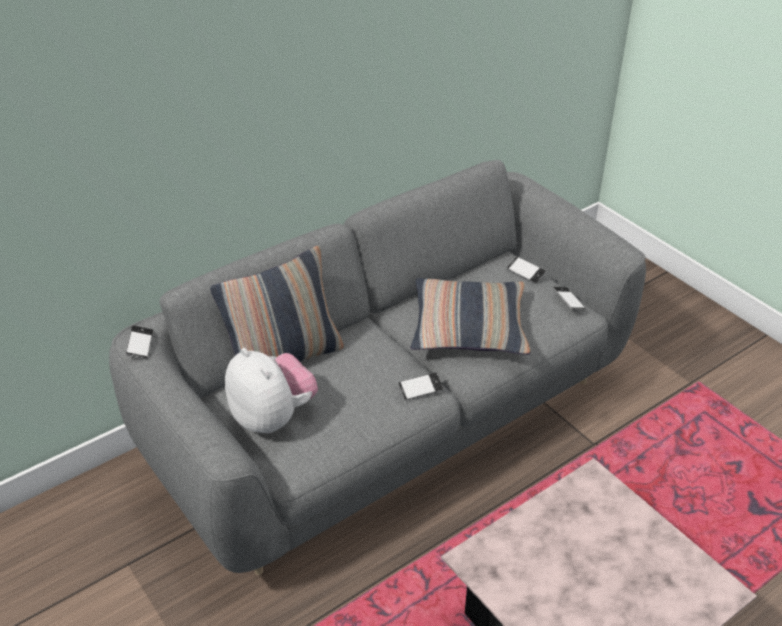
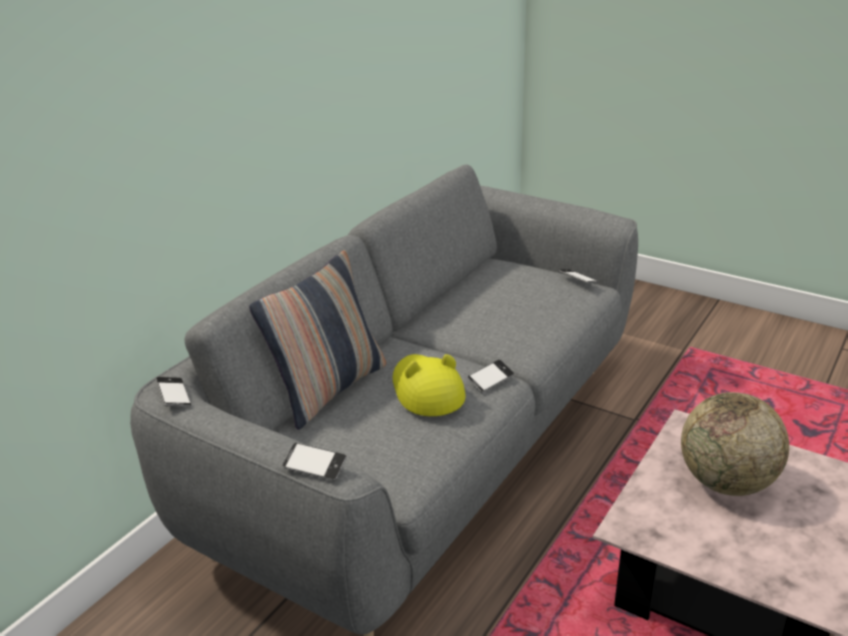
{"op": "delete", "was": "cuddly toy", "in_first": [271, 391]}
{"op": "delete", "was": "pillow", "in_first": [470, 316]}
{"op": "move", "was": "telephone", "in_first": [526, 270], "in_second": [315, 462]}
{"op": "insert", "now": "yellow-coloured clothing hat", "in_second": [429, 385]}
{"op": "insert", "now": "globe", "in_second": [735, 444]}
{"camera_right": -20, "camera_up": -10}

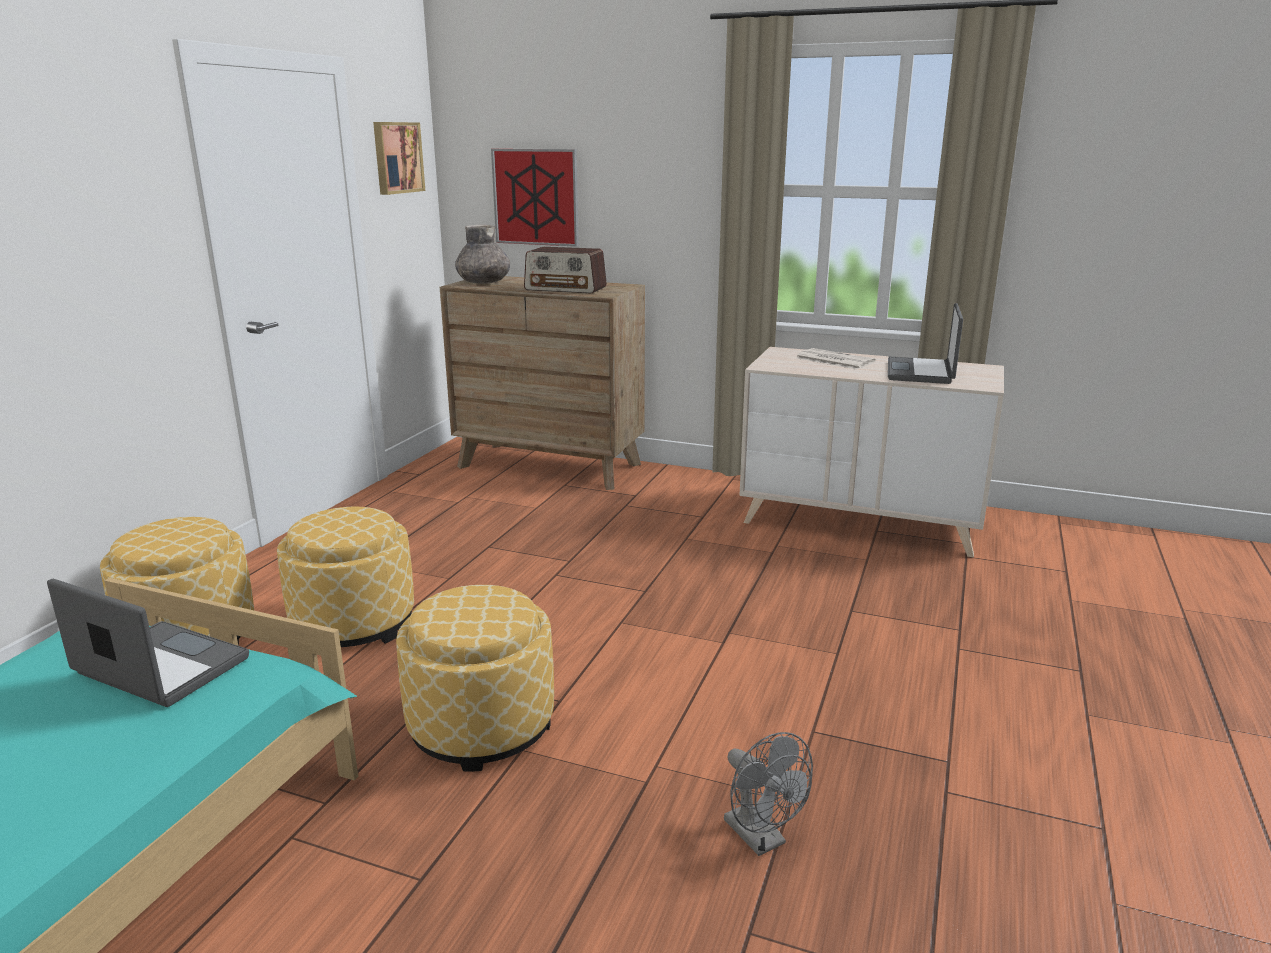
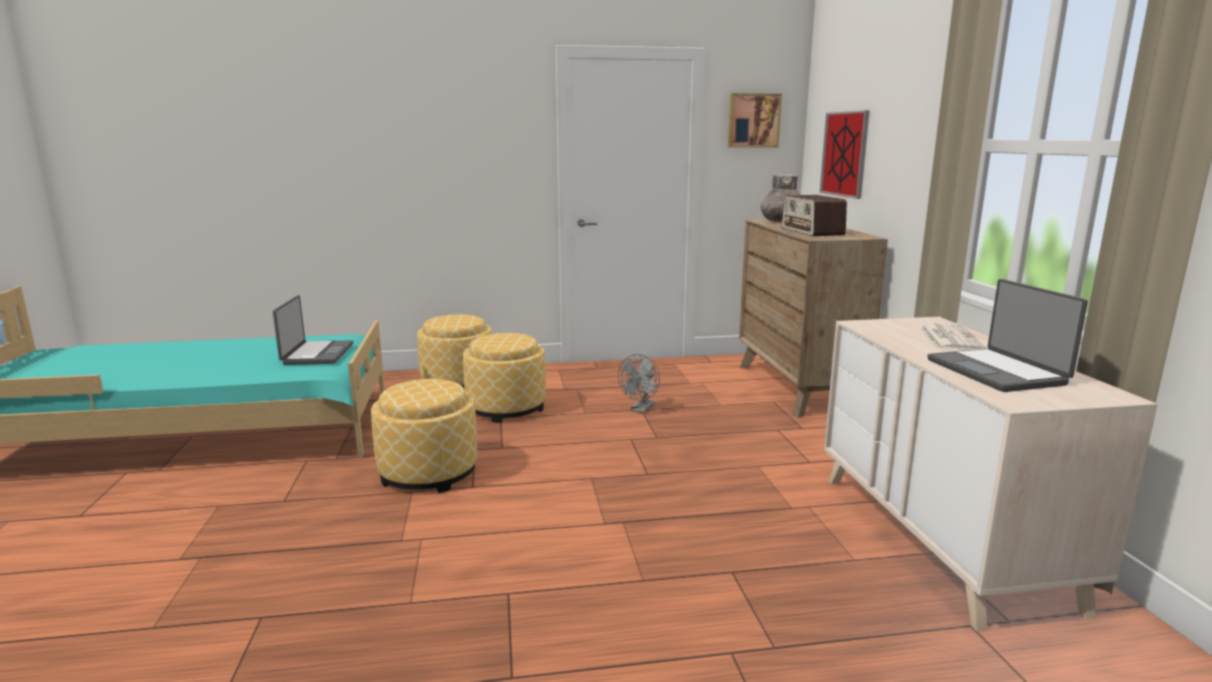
{"op": "move", "was": "greyish electric fan", "in_first": [768, 794], "in_second": [639, 383]}
{"op": "rotate", "was": "notebook computer", "in_first": [925, 343], "in_second": [1008, 335], "clockwise": -90}
{"camera_right": 60, "camera_up": -5}

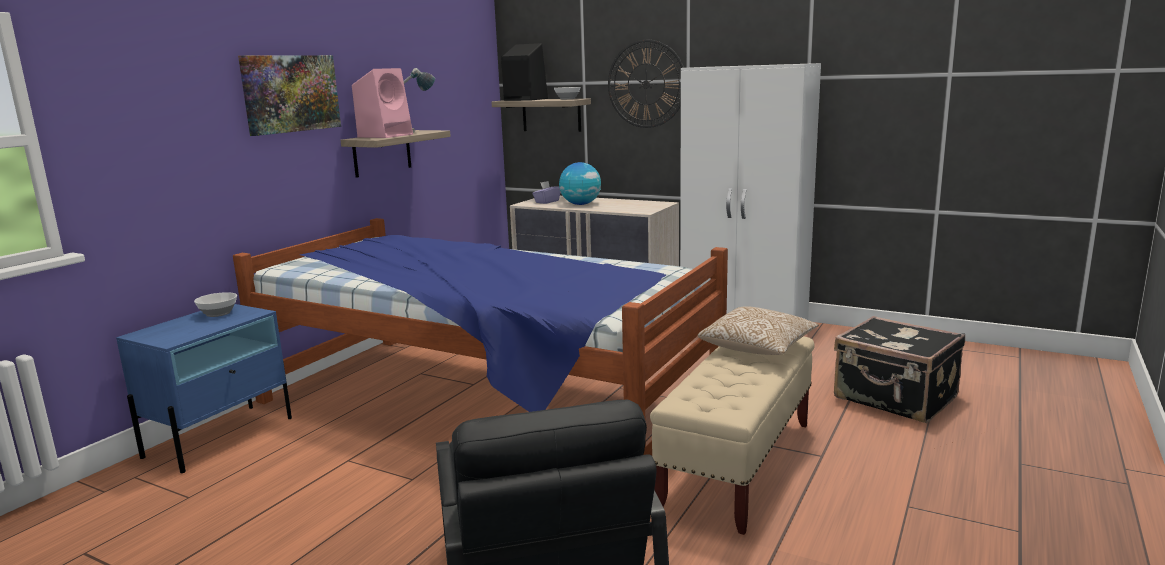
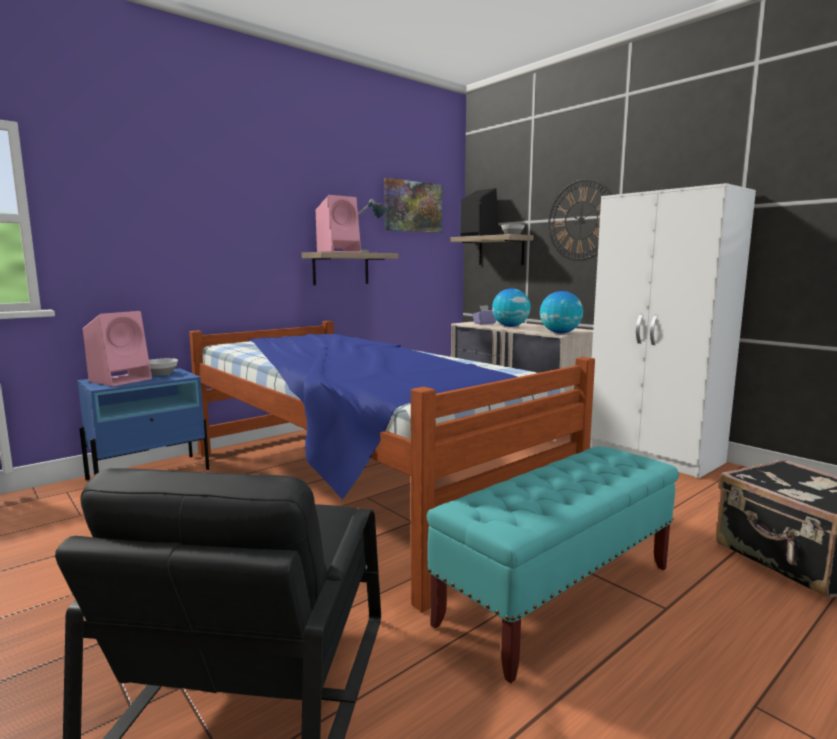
{"op": "move", "was": "picture", "in_first": [289, 95], "in_second": [413, 205]}
{"op": "recolor", "was": "beige-coloured indoor bench", "now": "turquoise indoor bench", "in_first": [732, 435], "in_second": [553, 564]}
{"op": "delete", "was": "pillow", "in_first": [758, 330]}
{"op": "insert", "now": "pink-coloured audio speaker", "in_second": [117, 348]}
{"op": "insert", "now": "globe", "in_second": [561, 312]}
{"camera_right": 20, "camera_up": -5}

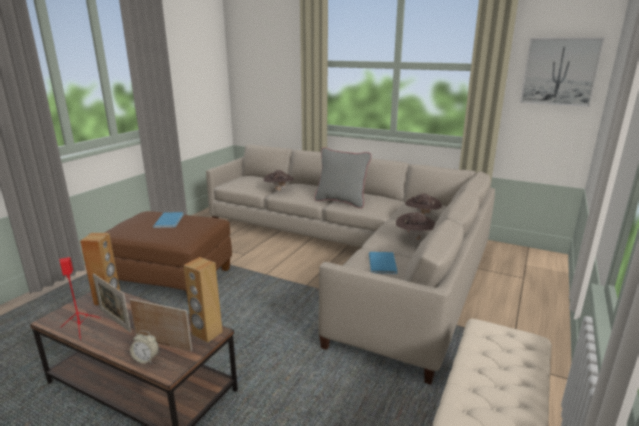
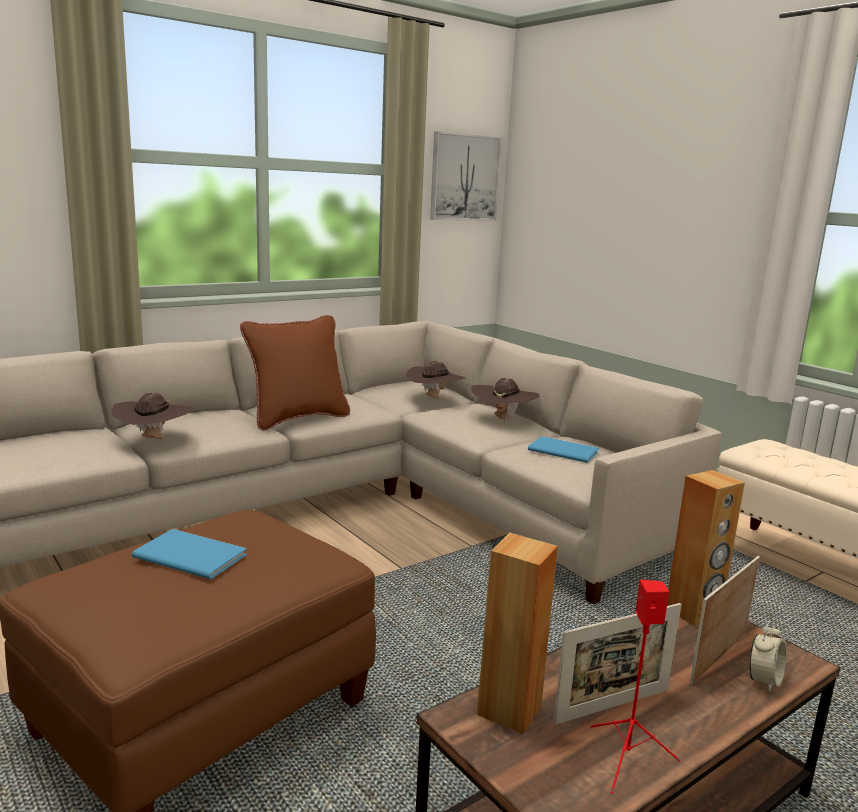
{"op": "recolor", "was": "greyish pillow", "now": "brown pillow", "in_first": [343, 177], "in_second": [295, 373]}
{"camera_right": -65, "camera_up": -5}

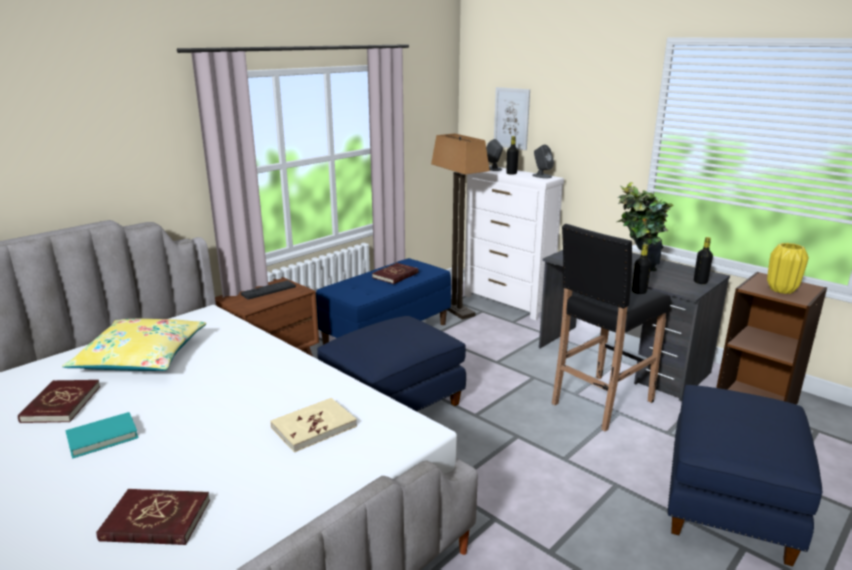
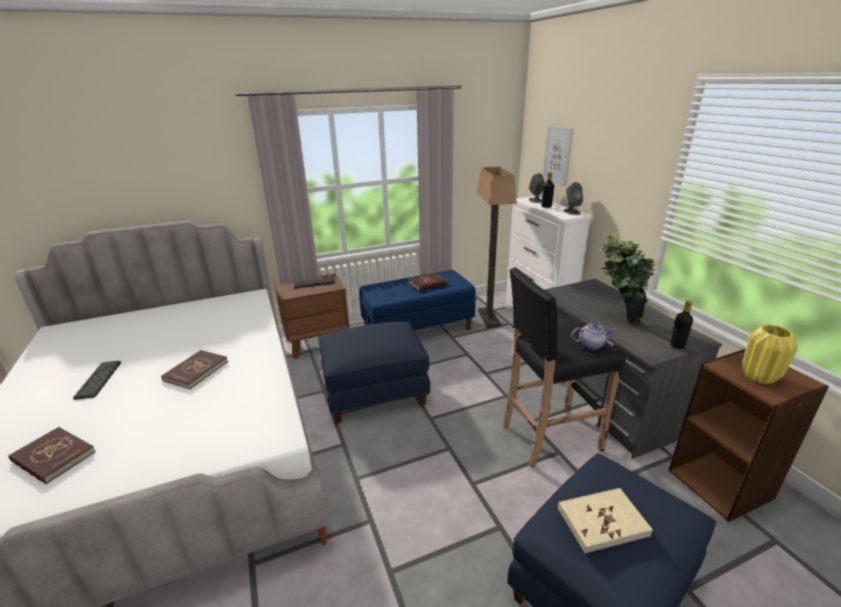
{"op": "move", "was": "reddish volume", "in_first": [59, 401], "in_second": [194, 369]}
{"op": "delete", "was": "yellow-coloured pillow", "in_first": [134, 345]}
{"op": "replace", "was": "turquoise volume", "now": "computer keyboard", "in_first": [102, 435], "in_second": [97, 380]}
{"op": "move", "was": "beige-coloured volume", "in_first": [313, 425], "in_second": [605, 520]}
{"op": "replace", "was": "black-coloured bottle", "now": "pot for tea", "in_first": [641, 269], "in_second": [593, 336]}
{"camera_right": 25, "camera_up": 5}

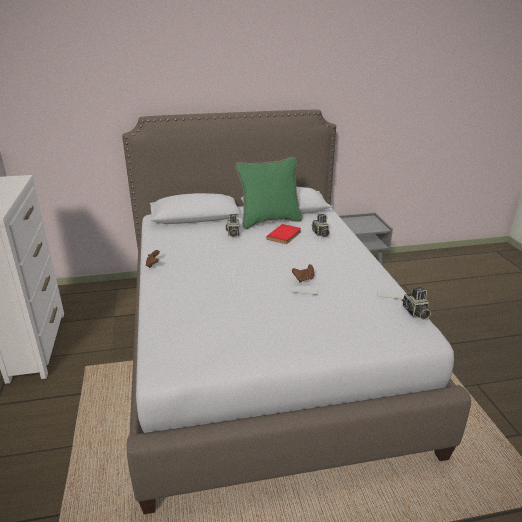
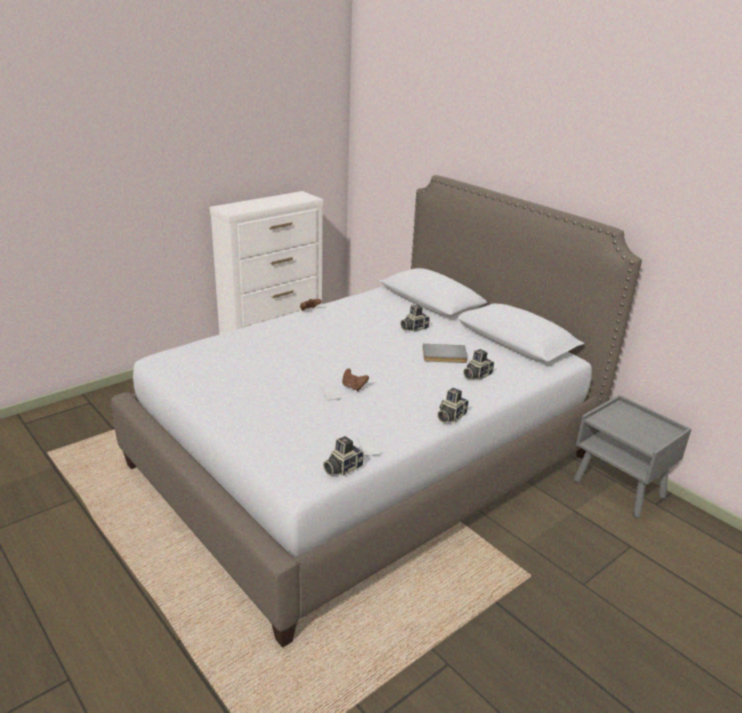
{"op": "delete", "was": "green-coloured pillow", "in_first": [269, 193]}
{"op": "recolor", "was": "reddish volume", "now": "greyish volume", "in_first": [283, 234], "in_second": [445, 353]}
{"op": "insert", "now": "still camera", "in_second": [453, 405]}
{"camera_right": 60, "camera_up": 0}

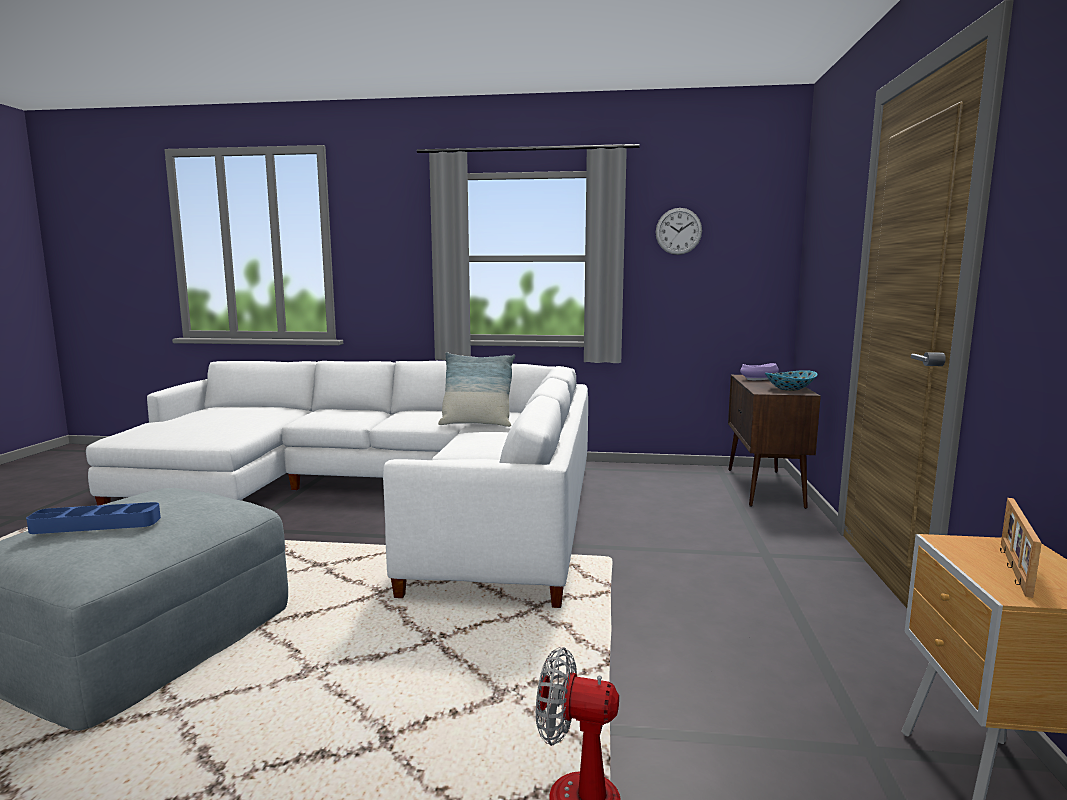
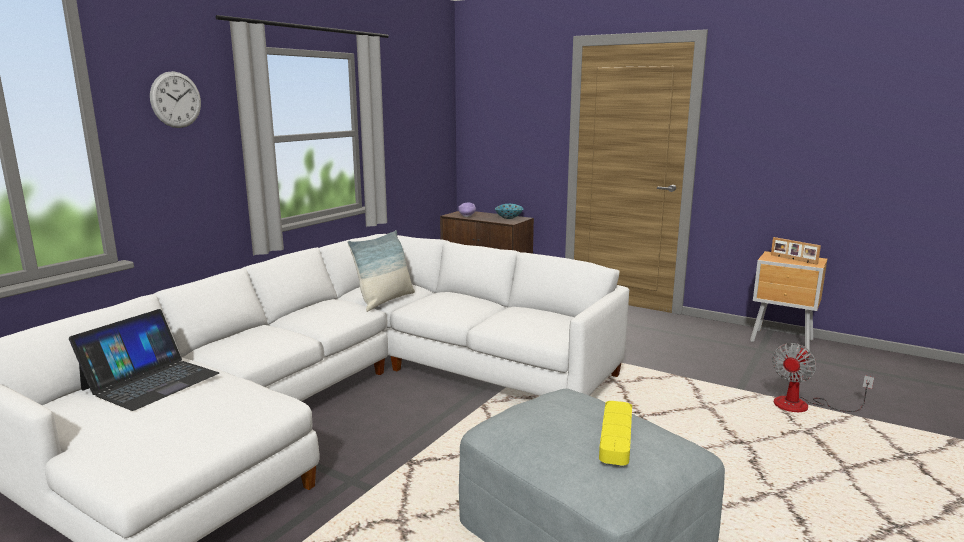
{"op": "recolor", "was": "bluish carrying tray", "now": "yellow-coloured carrying tray", "in_first": [93, 518], "in_second": [615, 433]}
{"op": "move", "was": "clock on the wall", "in_first": [679, 231], "in_second": [175, 99]}
{"op": "insert", "now": "notebook computer", "in_second": [144, 360]}
{"camera_right": -65, "camera_up": 5}

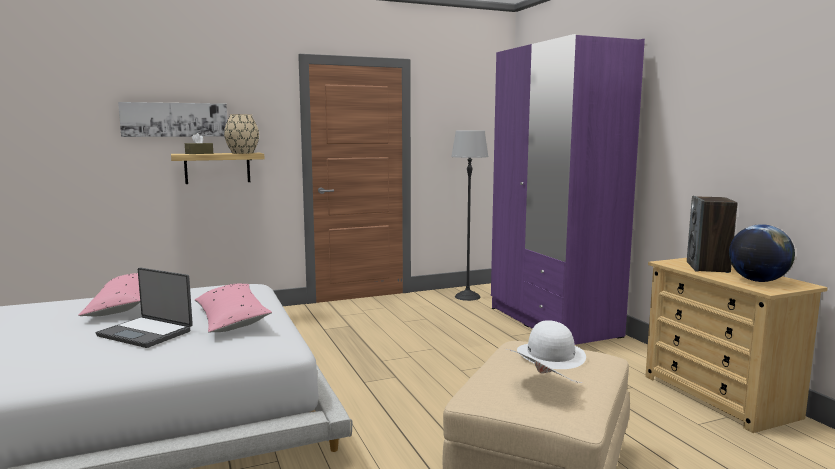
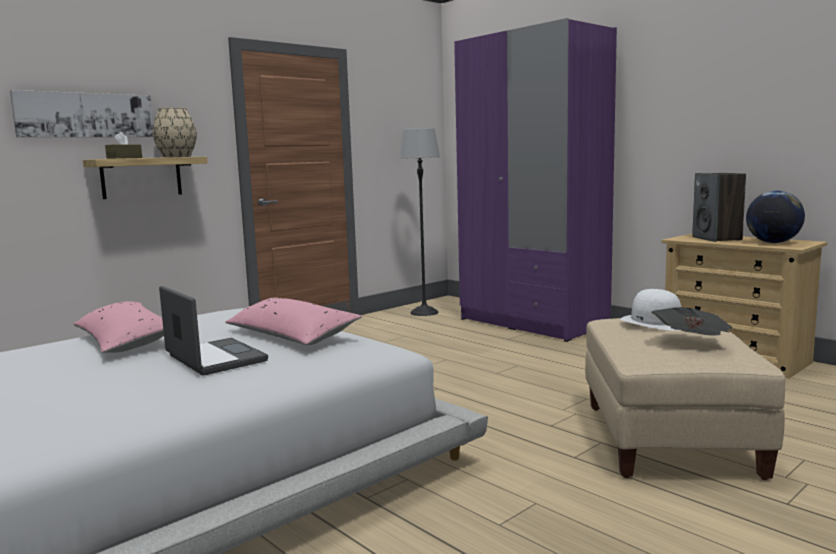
{"op": "rotate", "was": "notebook computer", "in_first": [144, 308], "in_second": [213, 330], "clockwise": -135}
{"camera_right": -20, "camera_up": 0}

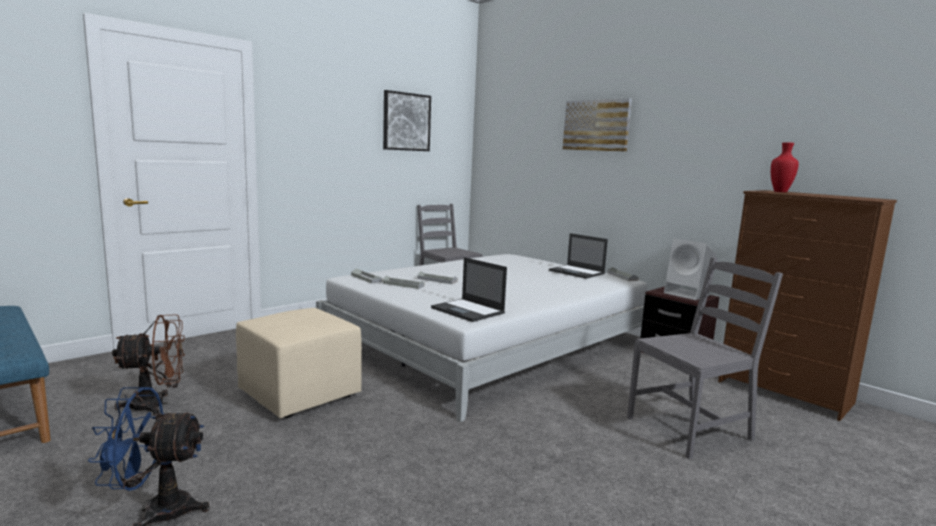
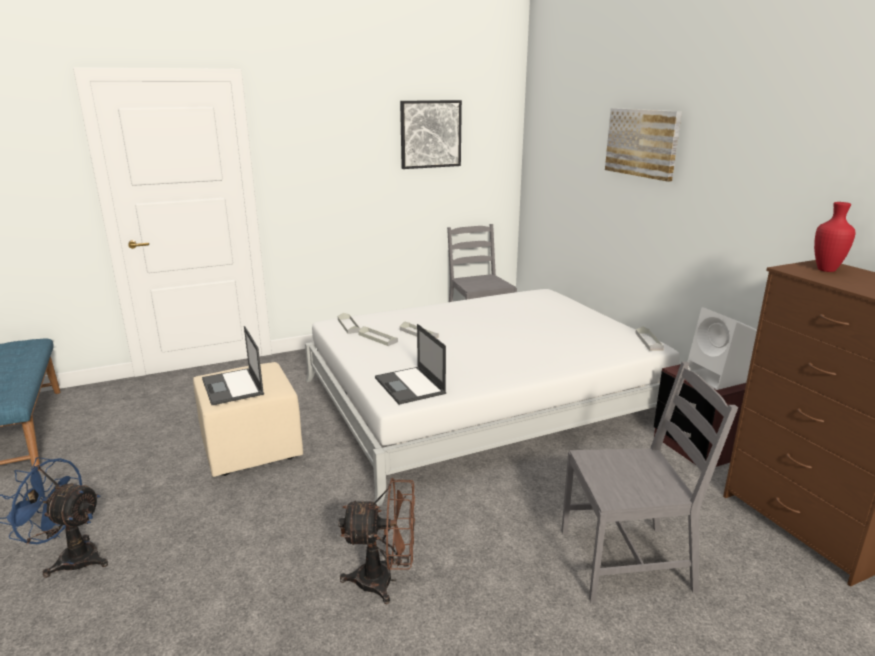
{"op": "move", "was": "brown electric fan", "in_first": [148, 364], "in_second": [376, 541]}
{"op": "move", "was": "notebook computer", "in_first": [578, 256], "in_second": [233, 365]}
{"camera_right": 20, "camera_up": 10}

